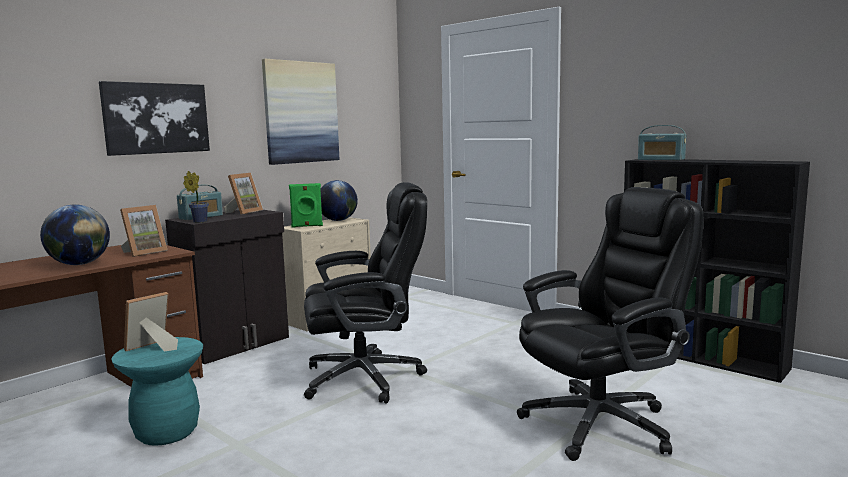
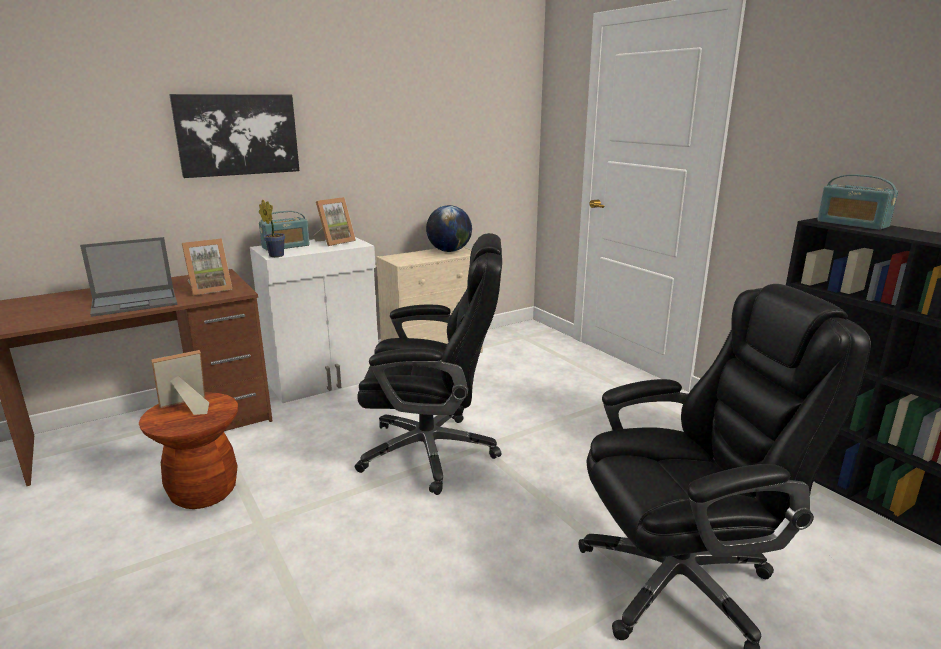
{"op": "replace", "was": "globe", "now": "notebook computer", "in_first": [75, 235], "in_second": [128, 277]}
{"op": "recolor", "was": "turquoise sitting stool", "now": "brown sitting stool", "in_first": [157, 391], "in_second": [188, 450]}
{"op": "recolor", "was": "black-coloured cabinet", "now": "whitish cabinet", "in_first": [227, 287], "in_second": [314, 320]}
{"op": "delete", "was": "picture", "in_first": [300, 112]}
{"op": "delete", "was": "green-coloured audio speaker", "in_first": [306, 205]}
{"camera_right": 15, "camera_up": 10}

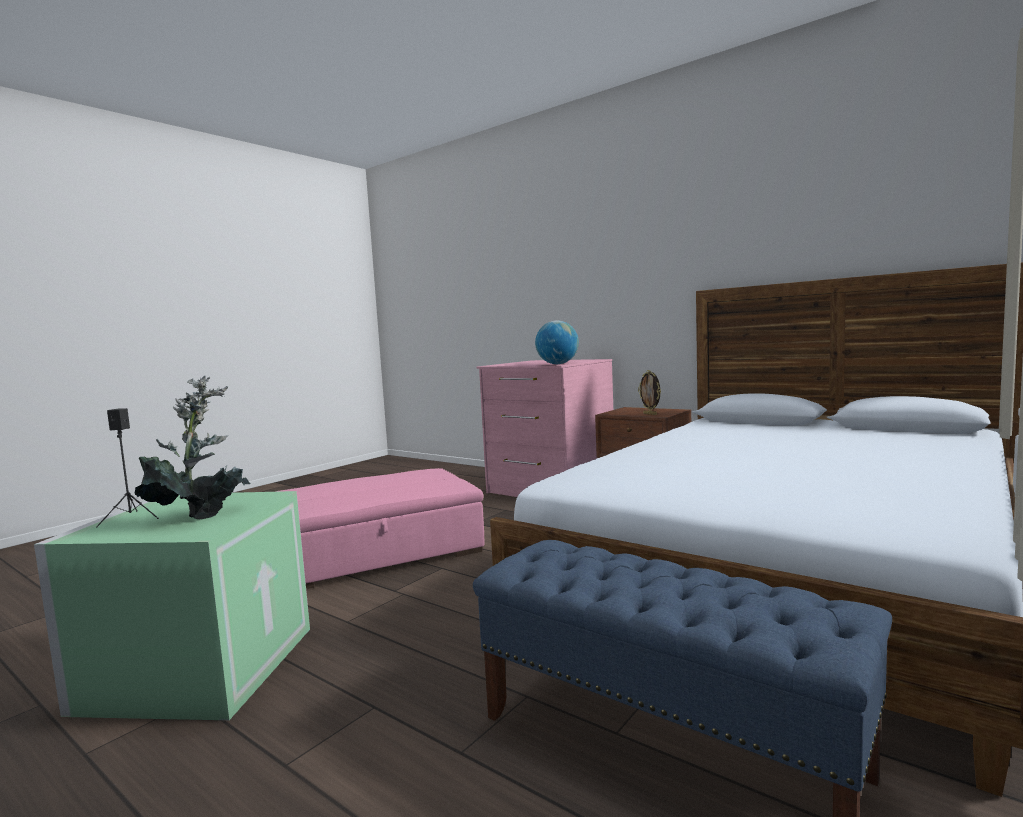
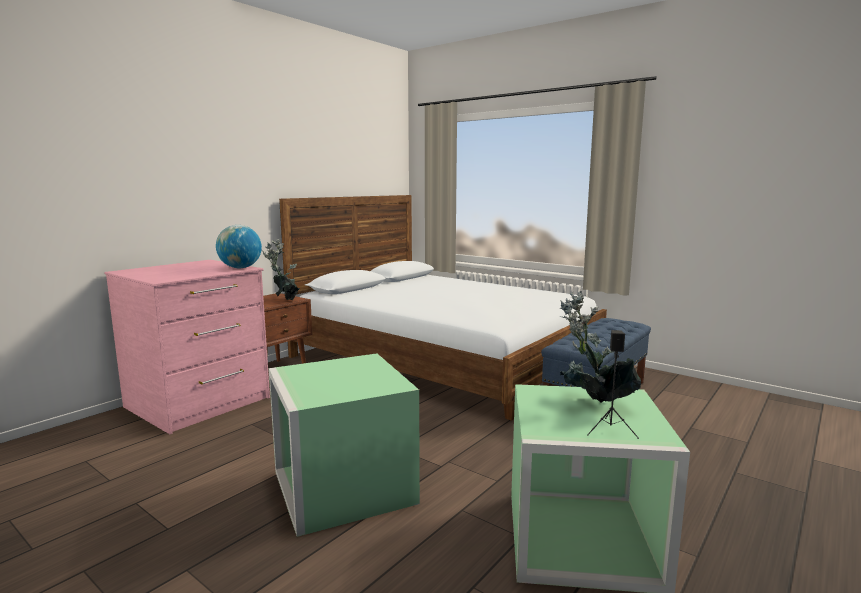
{"op": "replace", "was": "pink-coloured pouffe", "now": "green-coloured storage bin", "in_first": [379, 528], "in_second": [344, 445]}
{"op": "replace", "was": "standing frame", "now": "houseplant", "in_first": [649, 392], "in_second": [281, 270]}
{"camera_right": -90, "camera_up": 5}

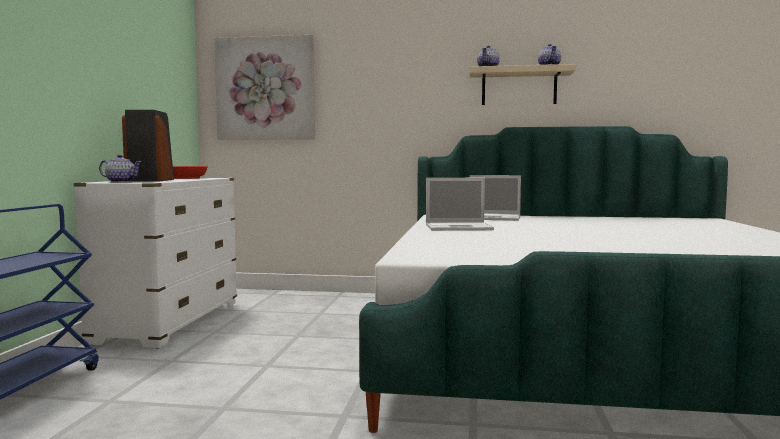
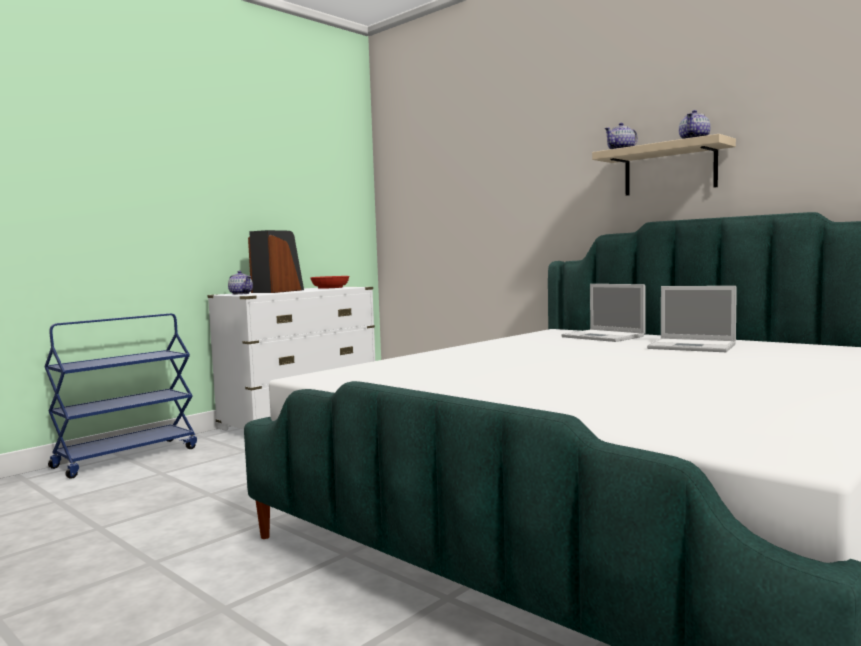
{"op": "delete", "was": "picture", "in_first": [264, 87]}
{"op": "move", "was": "notebook computer", "in_first": [460, 204], "in_second": [692, 319]}
{"camera_right": 35, "camera_up": 0}

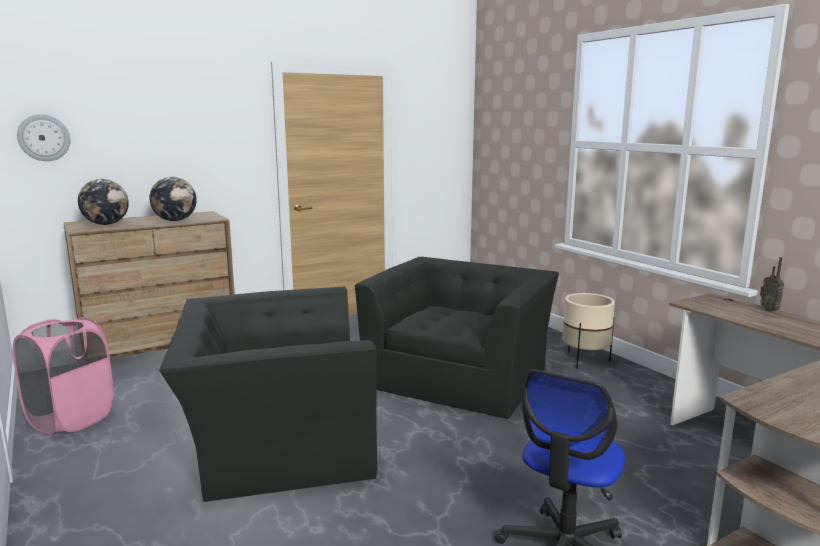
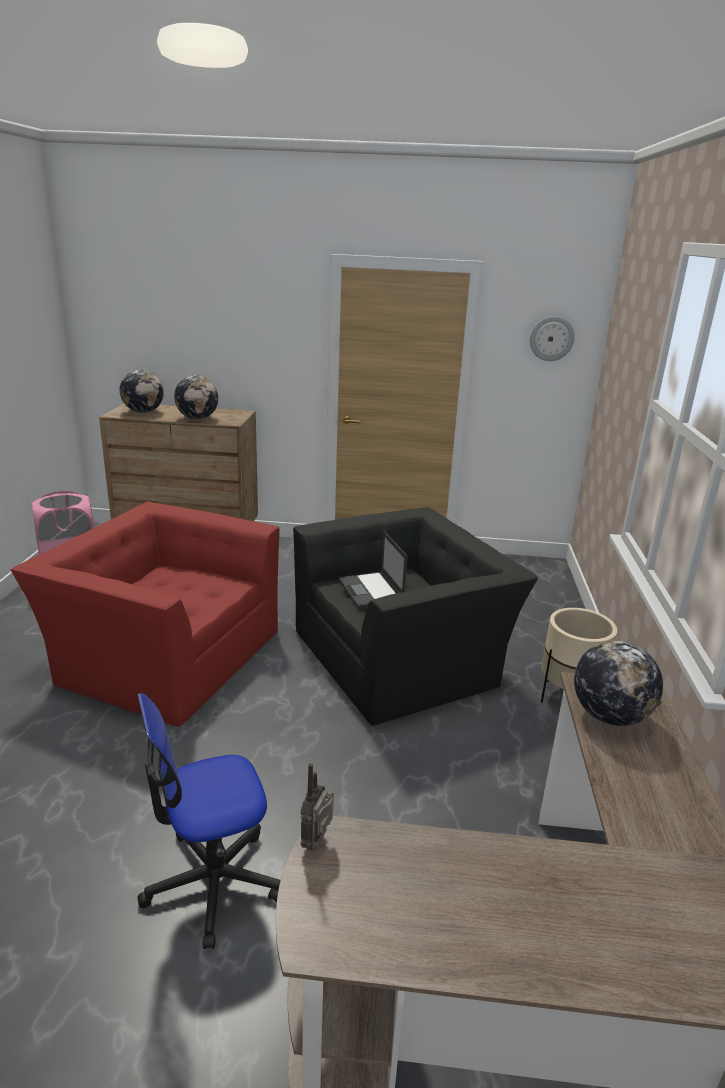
{"op": "move", "was": "clock on the wall", "in_first": [43, 137], "in_second": [552, 338]}
{"op": "recolor", "was": "black-coloured lounge chair", "now": "reddish lounge chair", "in_first": [268, 394], "in_second": [145, 614]}
{"op": "move", "was": "radio set", "in_first": [772, 284], "in_second": [317, 806]}
{"op": "insert", "now": "notebook computer", "in_second": [373, 569]}
{"op": "insert", "now": "globe", "in_second": [618, 683]}
{"camera_right": 35, "camera_up": 10}

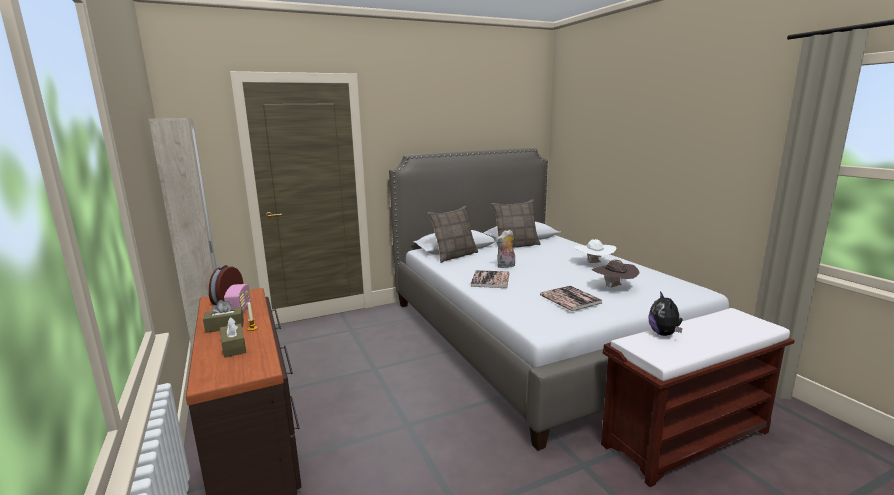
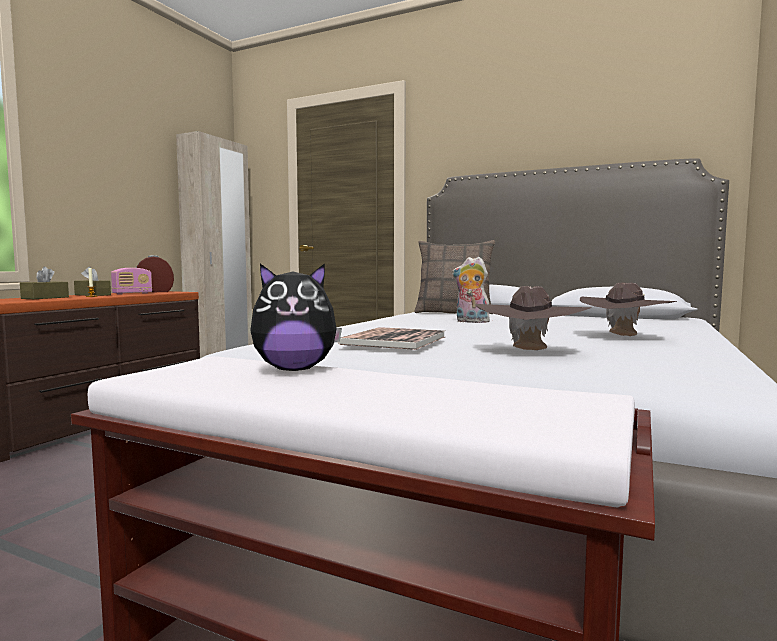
{"op": "delete", "was": "volume", "in_first": [490, 279]}
{"op": "delete", "was": "pillow", "in_first": [516, 224]}
{"op": "recolor", "was": "whitish clothing hat", "now": "brown clothing hat", "in_first": [595, 251], "in_second": [628, 309]}
{"op": "rotate", "was": "cuddly toy", "in_first": [665, 313], "in_second": [296, 317], "clockwise": -150}
{"camera_right": 50, "camera_up": -10}

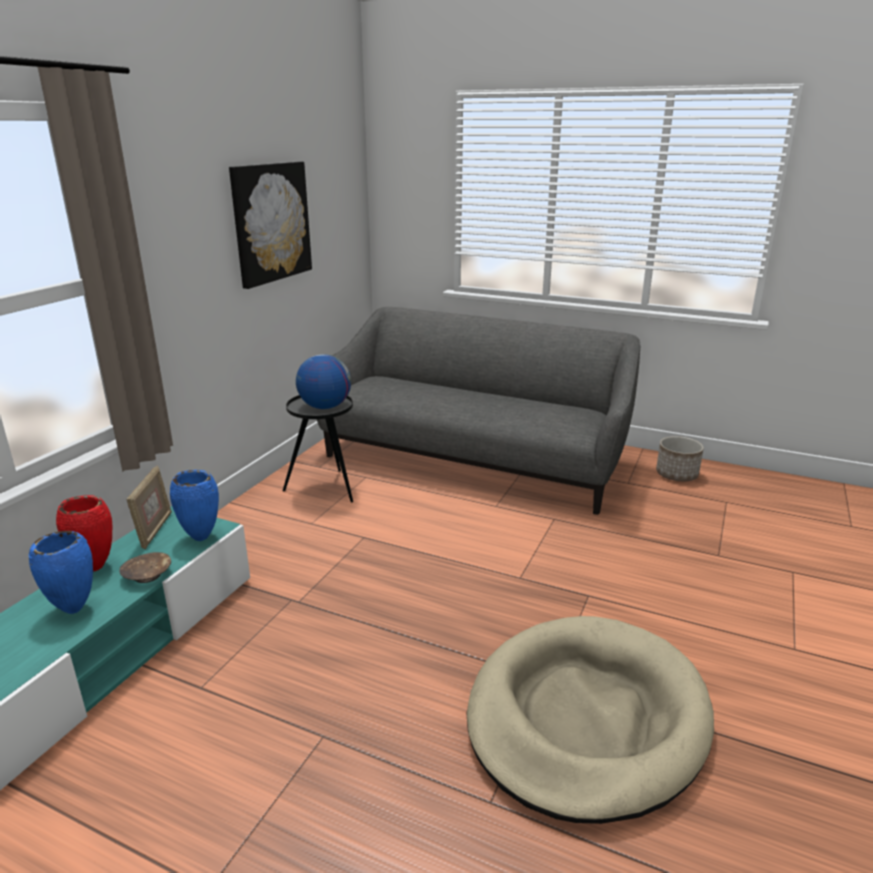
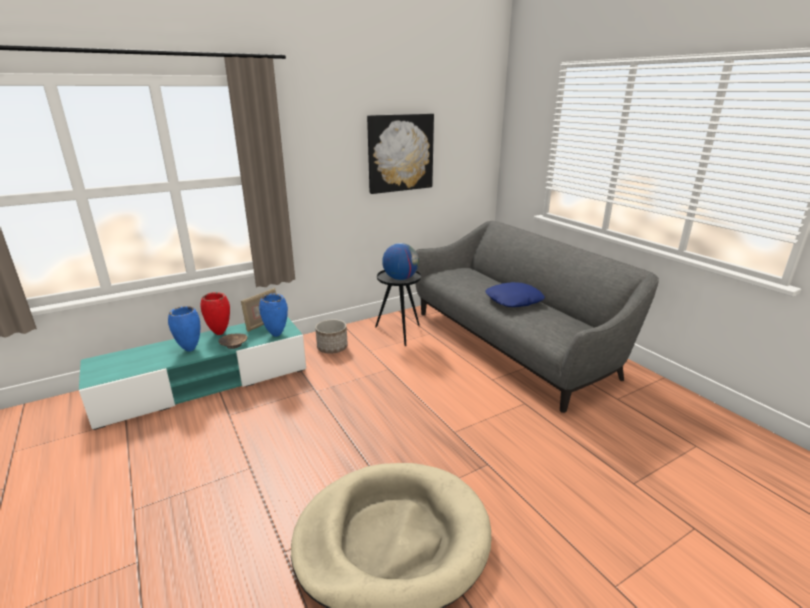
{"op": "move", "was": "plant pot", "in_first": [680, 458], "in_second": [331, 336]}
{"op": "insert", "now": "bluish pillow", "in_second": [515, 294]}
{"camera_right": 35, "camera_up": 0}

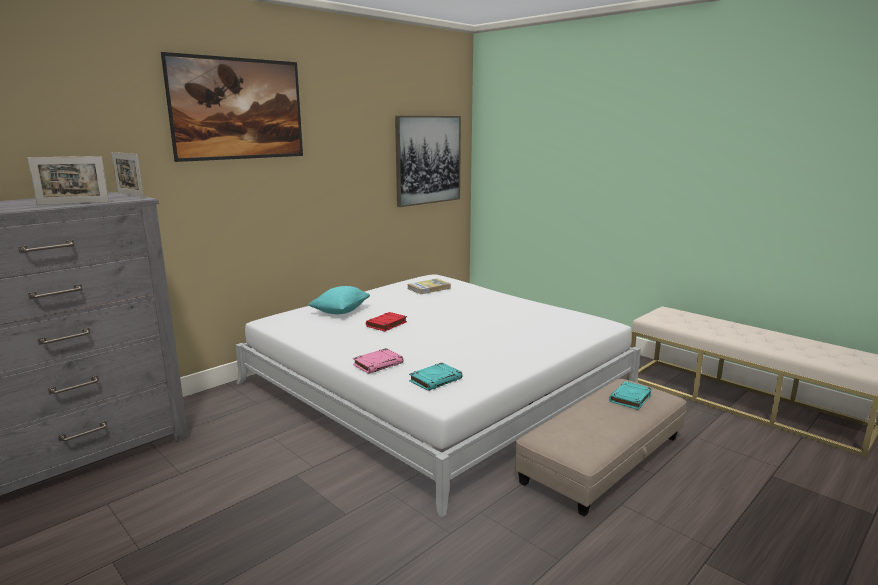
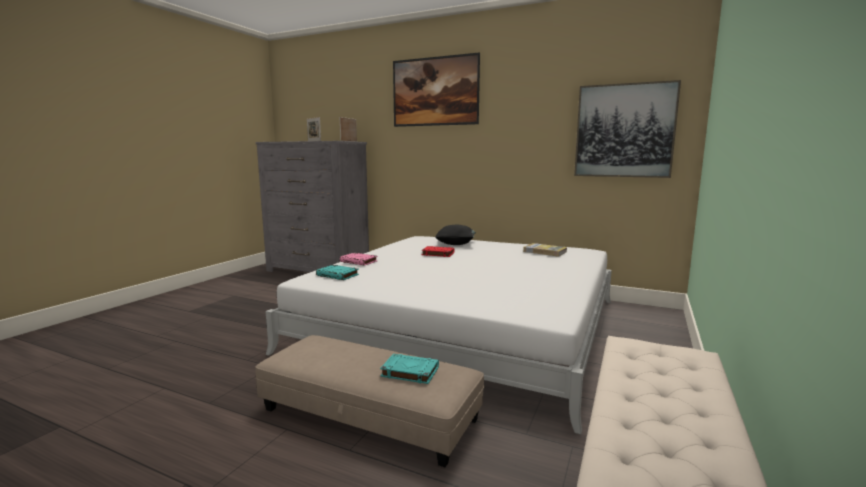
{"op": "recolor", "was": "turquoise pillow", "now": "black-coloured pillow", "in_first": [338, 300], "in_second": [455, 235]}
{"camera_right": 70, "camera_up": -5}

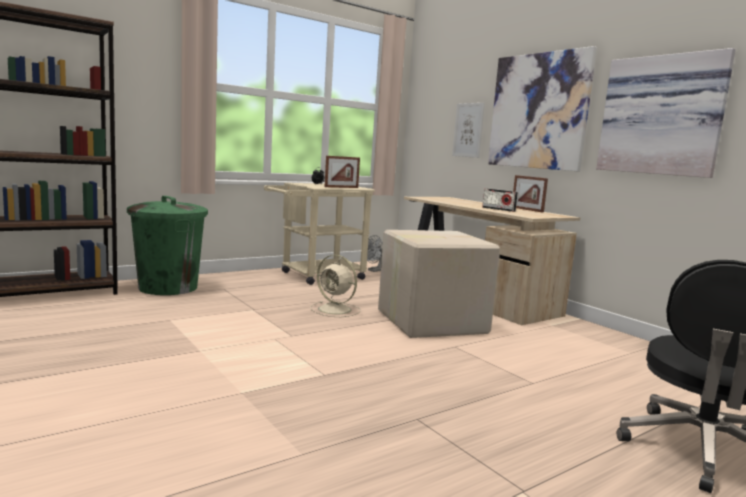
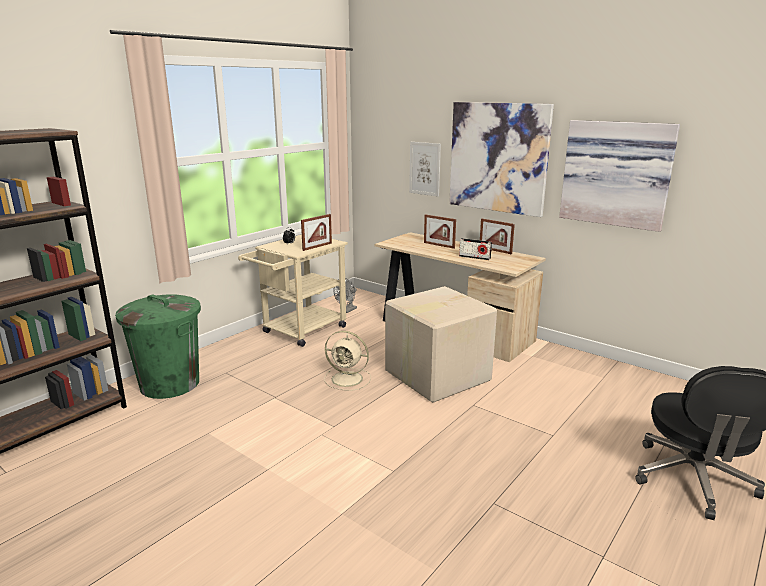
{"op": "insert", "now": "standing frame", "in_second": [440, 231]}
{"camera_right": -15, "camera_up": 10}

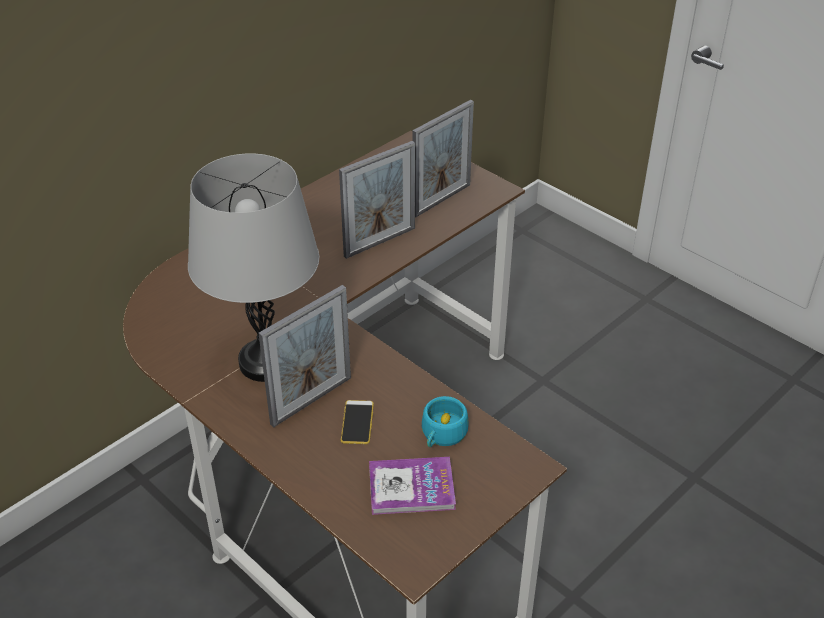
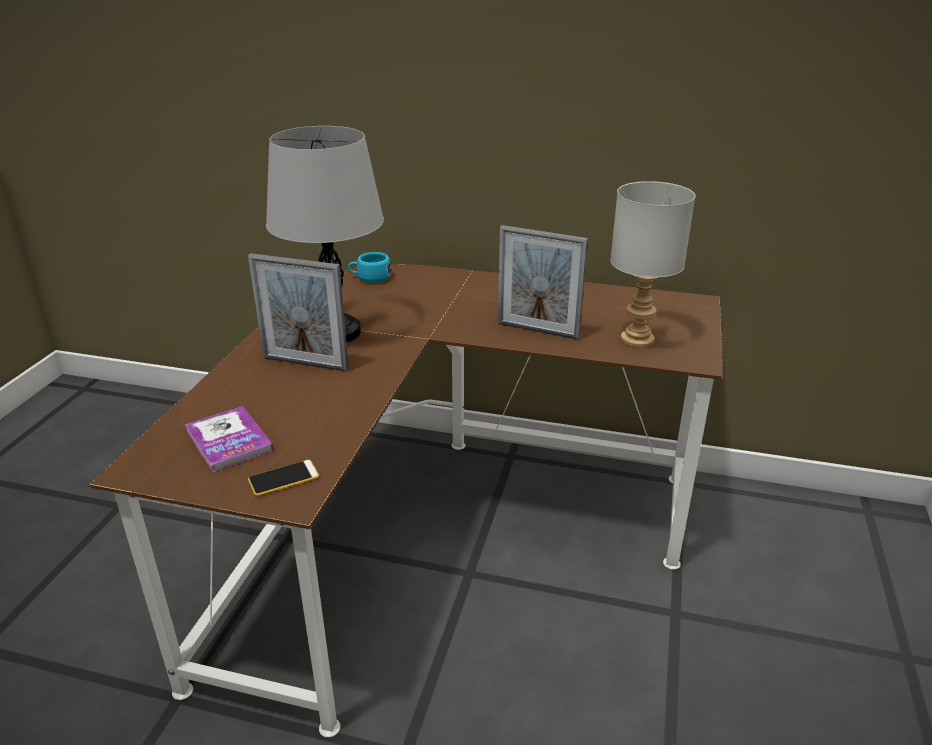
{"op": "move", "was": "telephone", "in_first": [357, 422], "in_second": [283, 478]}
{"op": "replace", "was": "standing frame", "now": "greyish table lamp", "in_first": [443, 159], "in_second": [653, 264]}
{"op": "move", "was": "turquoise cup", "in_first": [445, 421], "in_second": [369, 267]}
{"camera_right": 60, "camera_up": -10}

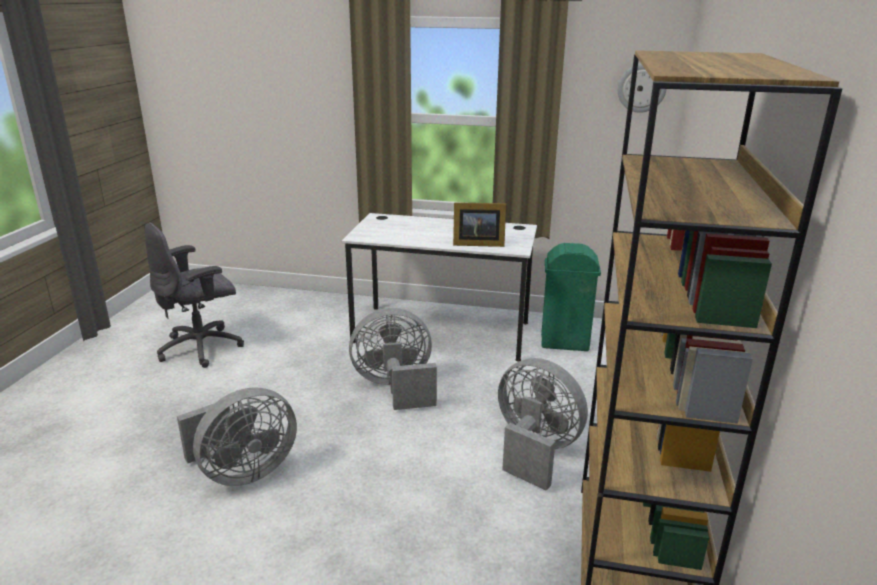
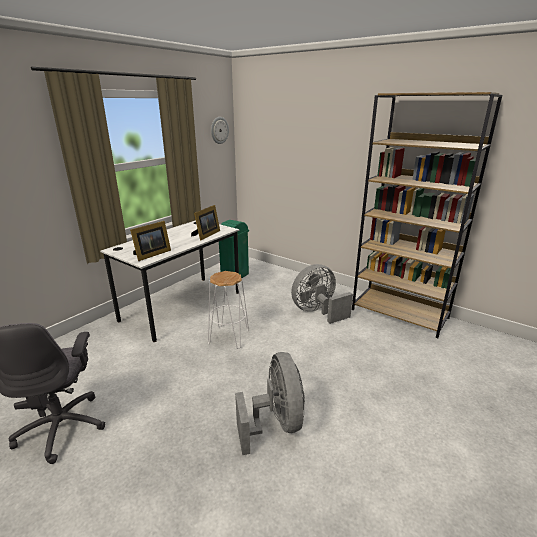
{"op": "replace", "was": "greyish electric fan", "now": "whitish sitting stool", "in_first": [393, 359], "in_second": [228, 310]}
{"op": "insert", "now": "standing frame", "in_second": [150, 241]}
{"camera_right": -65, "camera_up": 0}

